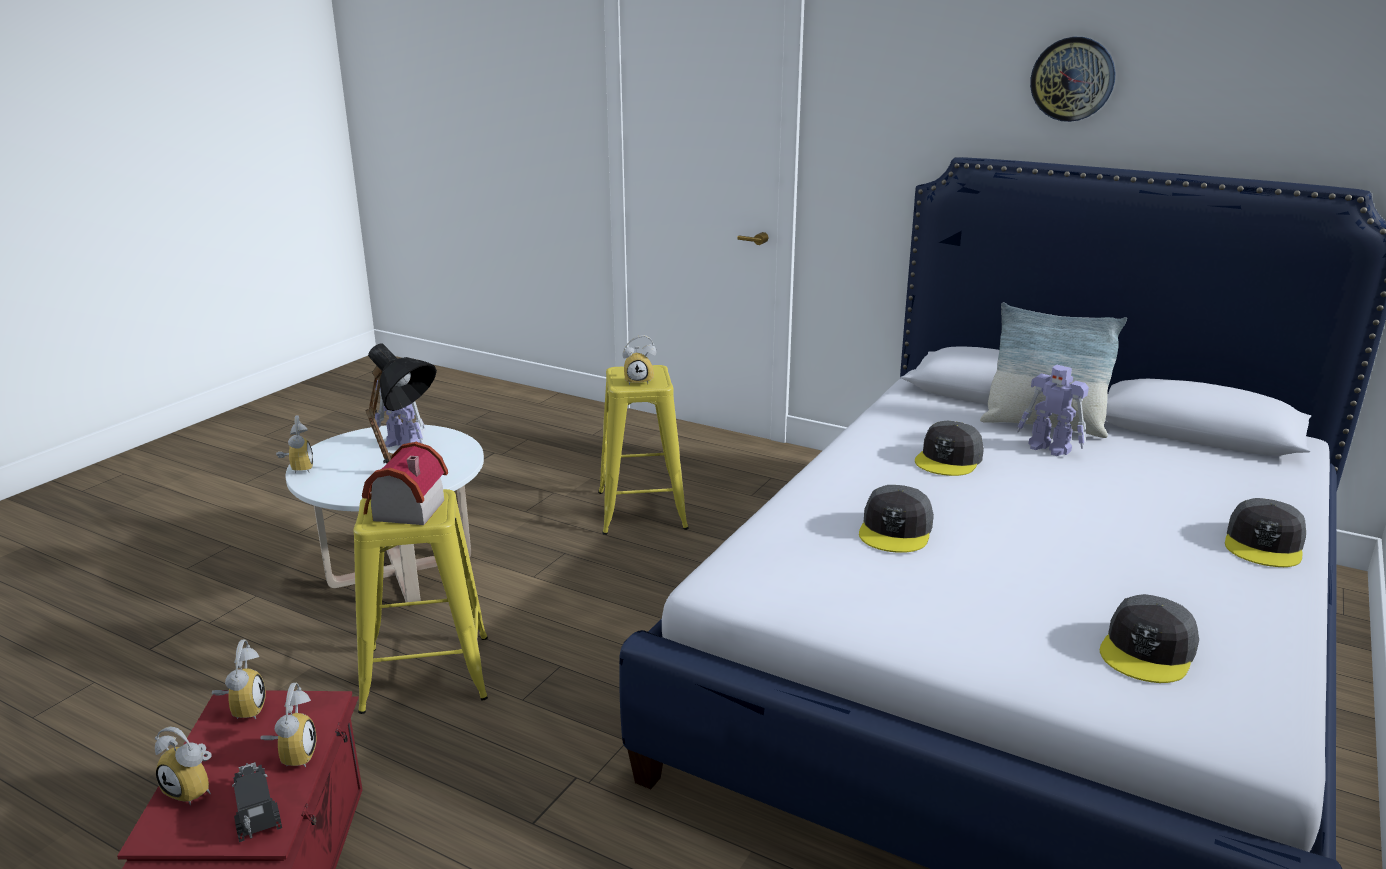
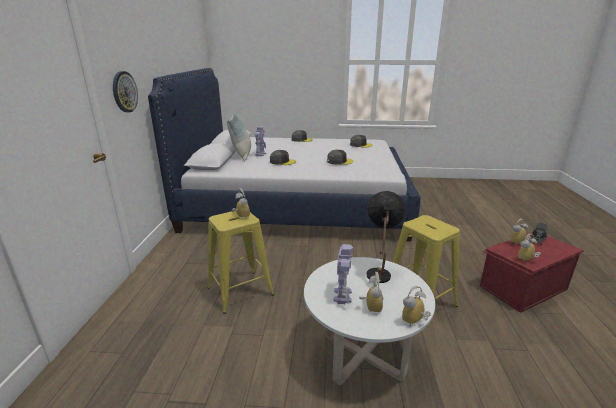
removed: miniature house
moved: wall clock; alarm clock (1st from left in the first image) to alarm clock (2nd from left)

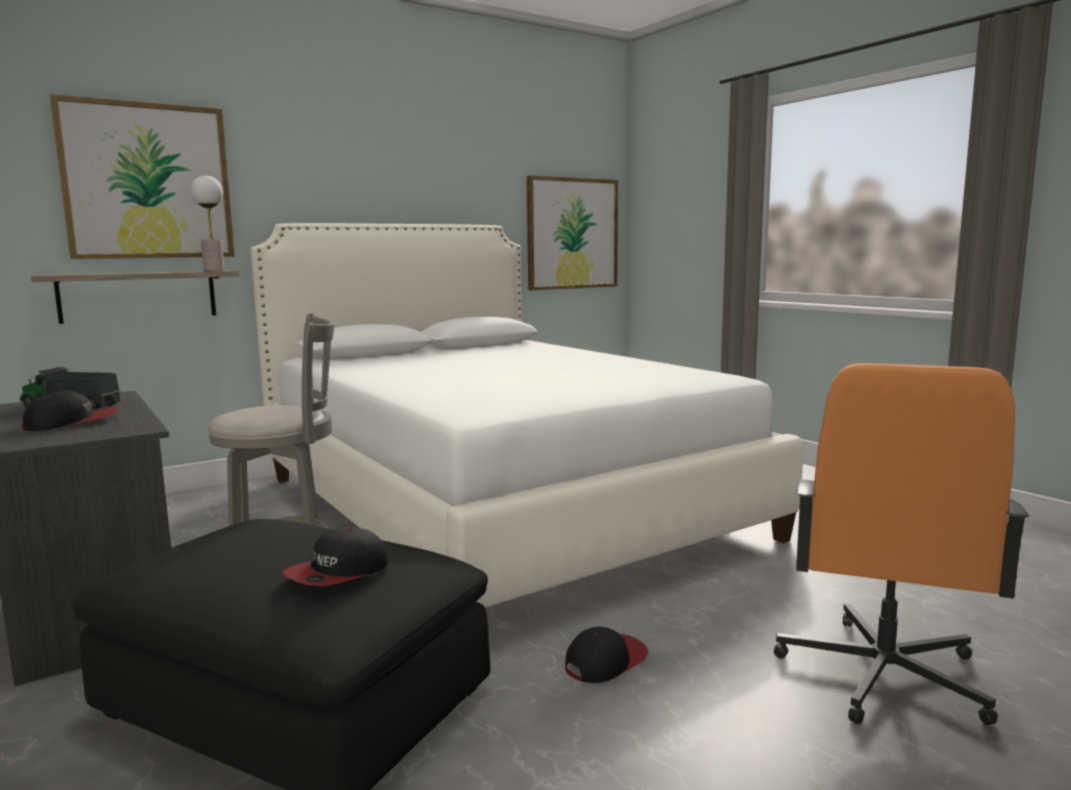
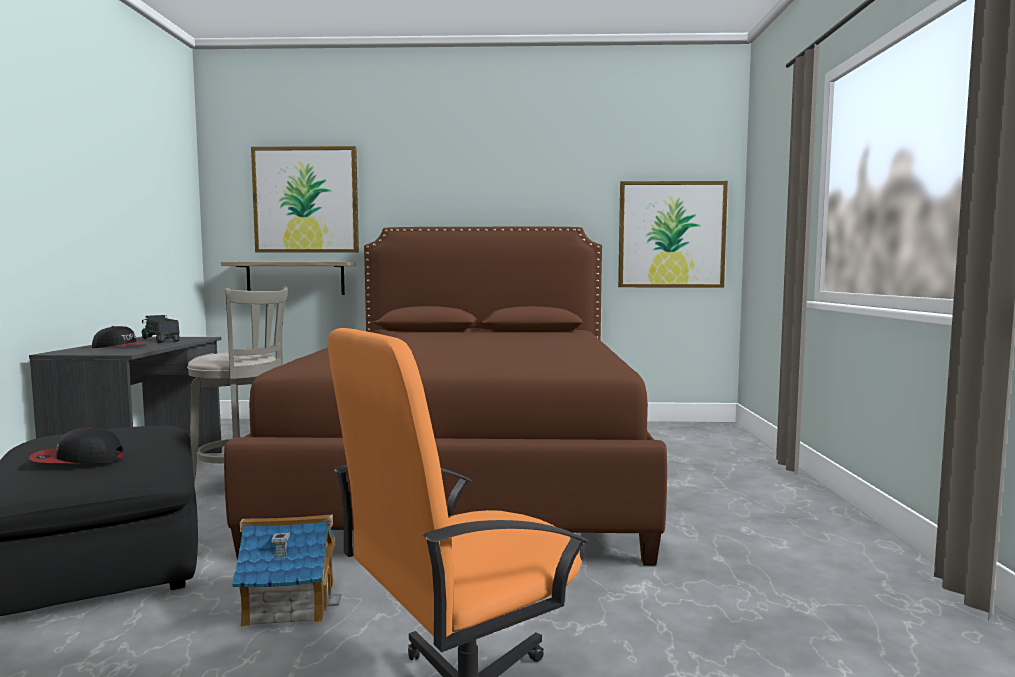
removed: table lamp
replaced: baseball cap (3rd from left) to miniature house
recoloured: whitish bed to brown-coloured bed

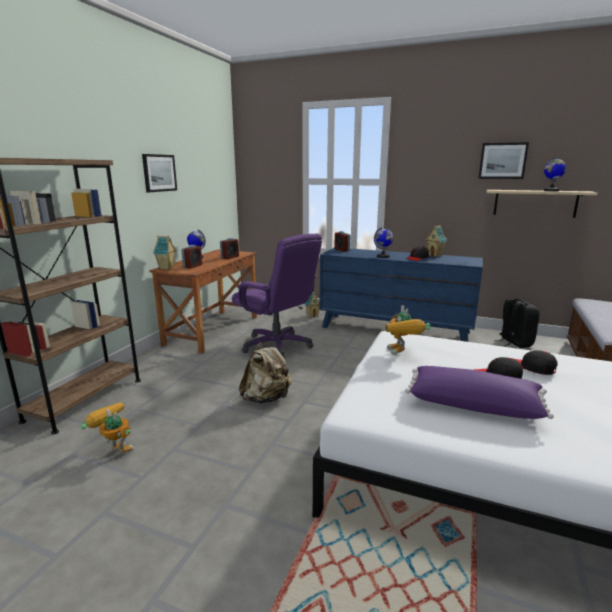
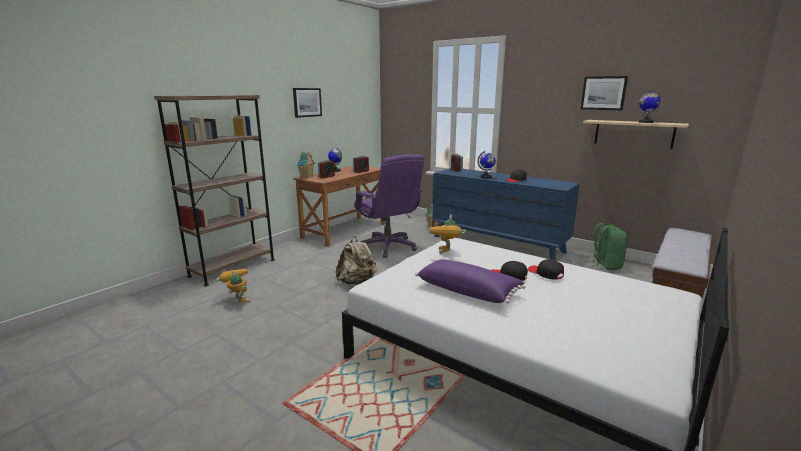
removed: miniature house (3rd from left)
recoloured: black backpack to green backpack

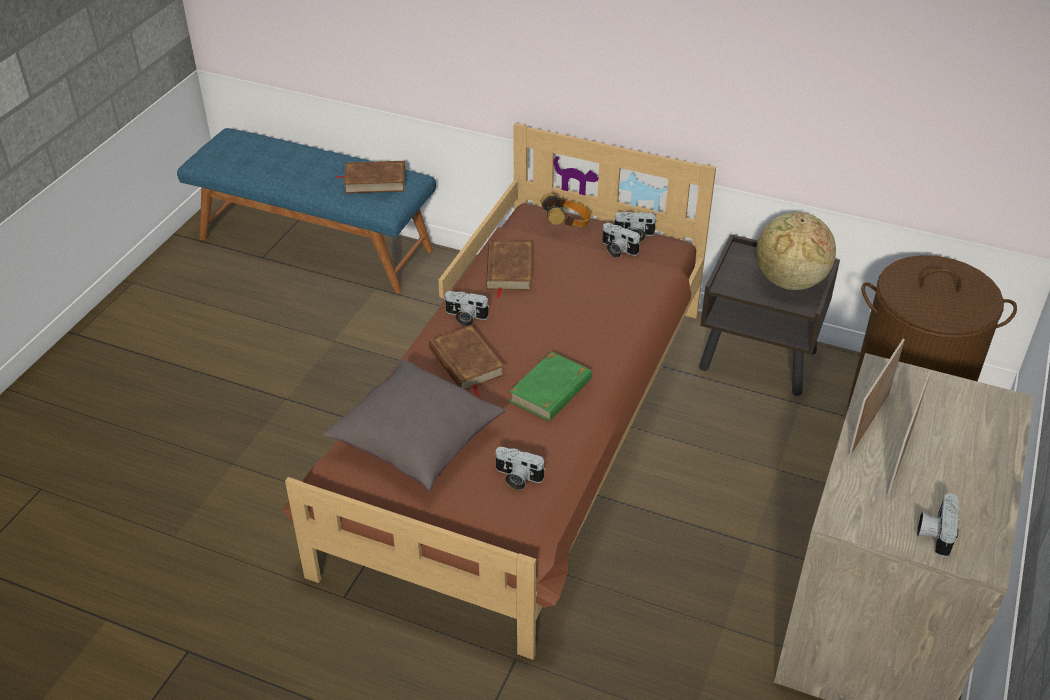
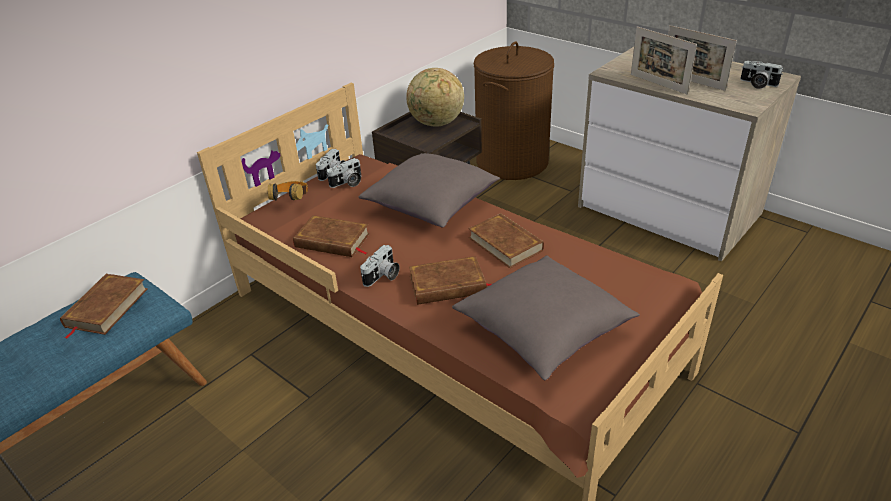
removed: photo camera (2nd from left)
added: grey cushion (1st from left)
recoloured: green volume to brown-coloured volume (4th from left)

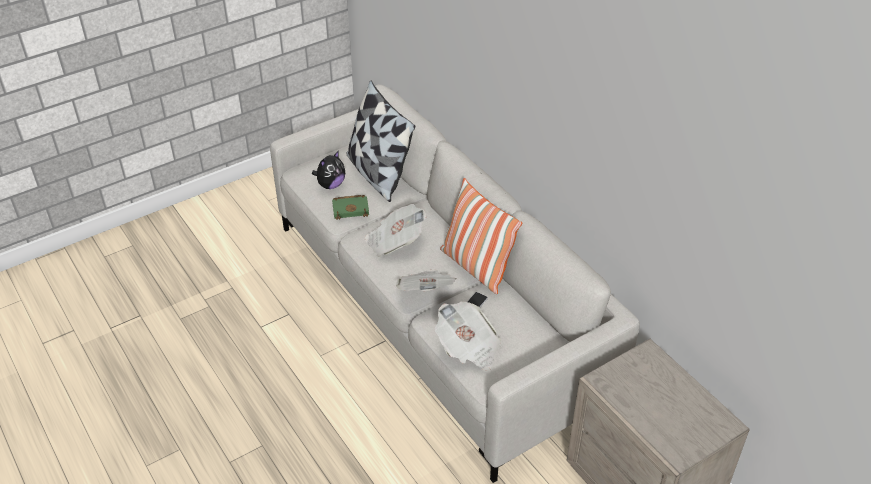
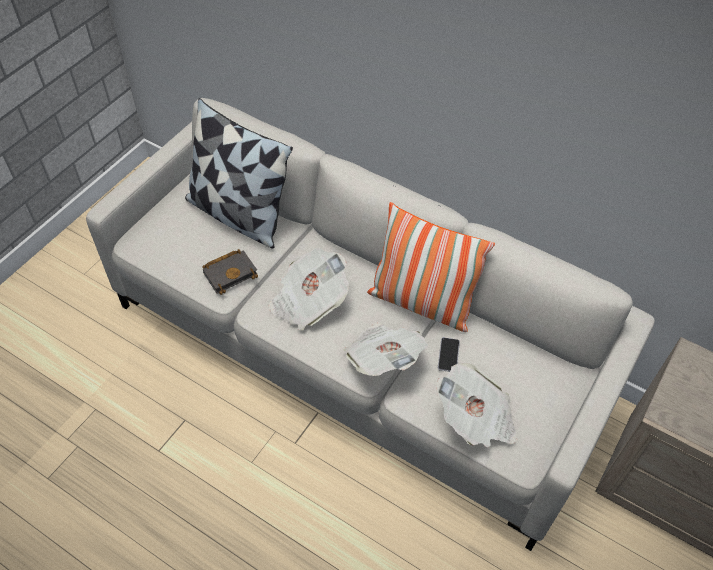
removed: soft toy
recoloured: green volume to black volume

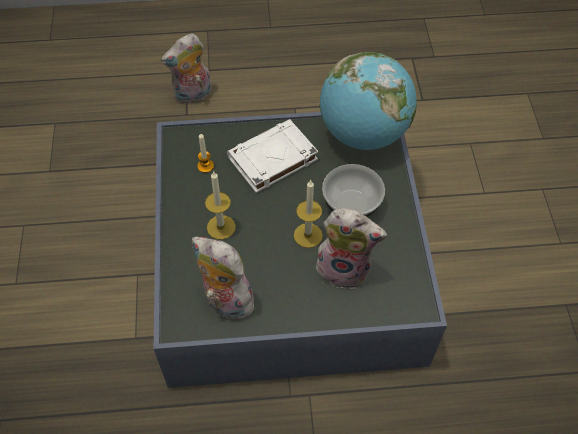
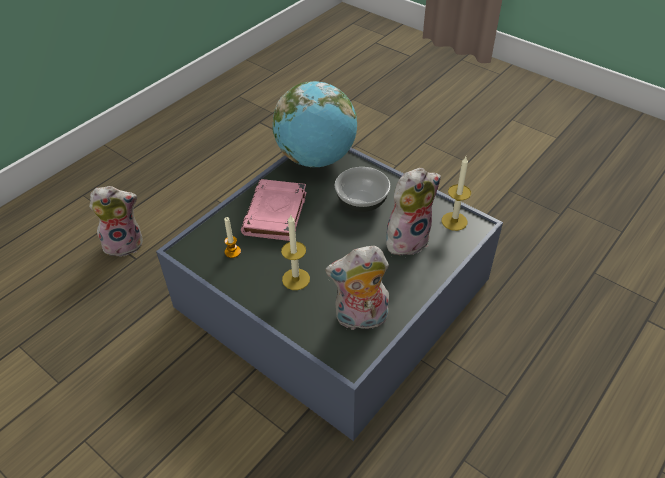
moved: wax candle (3rd from left)
recoloured: whitish volume to pinkish volume
turned: soft toy (1st from left) 120 degrees counterclockwise

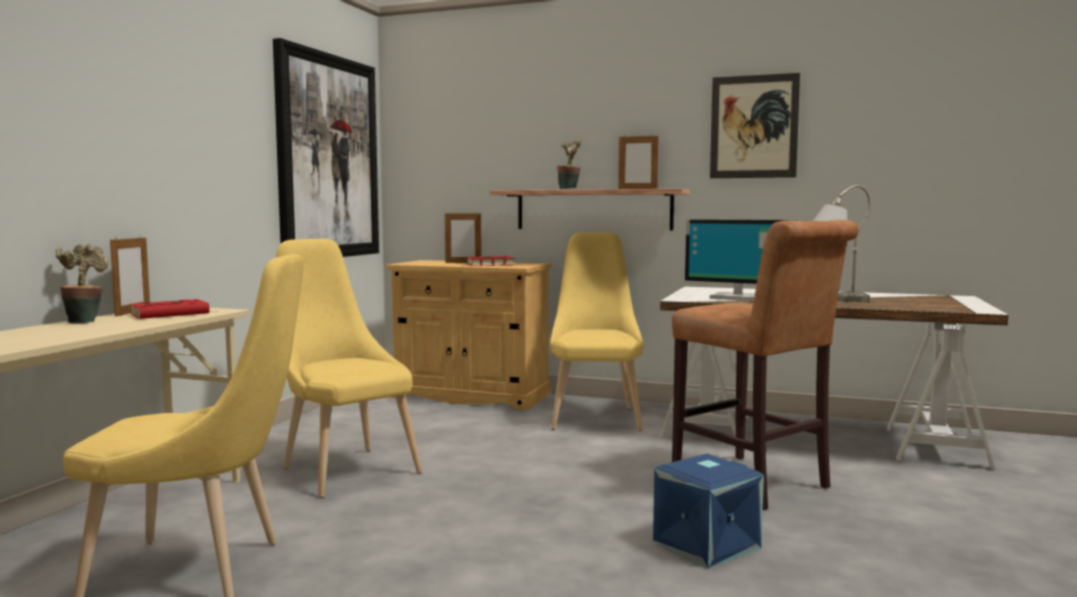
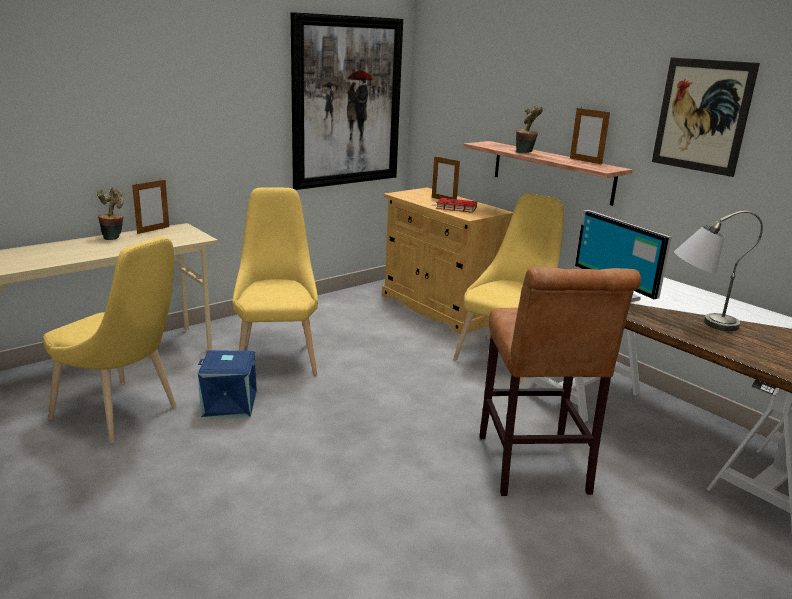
removed: reddish volume (1st from left)
moved: bluish storage box

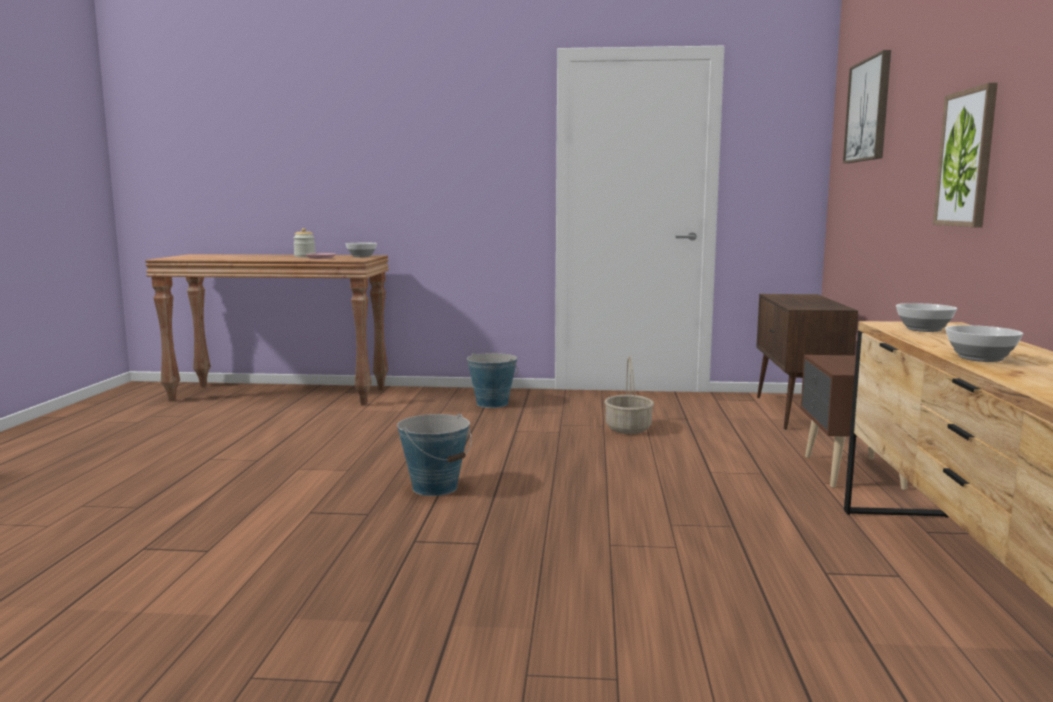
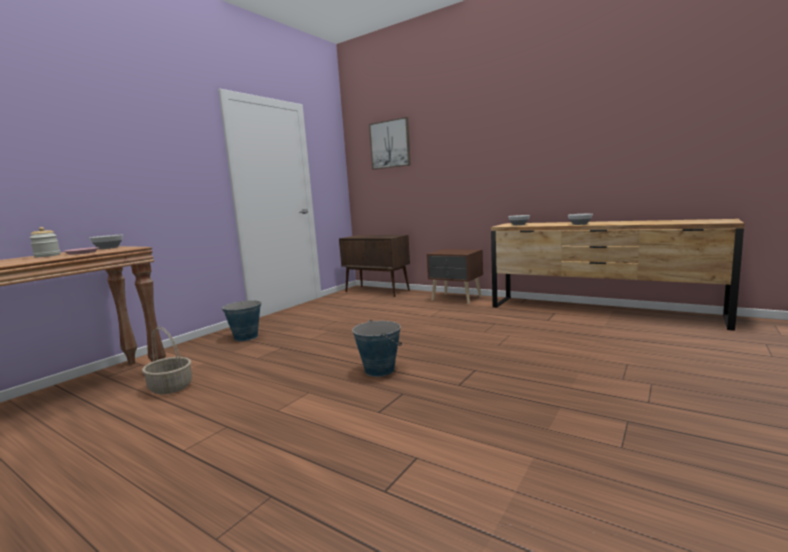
removed: wall art (2nd from left)
moved: storage basket

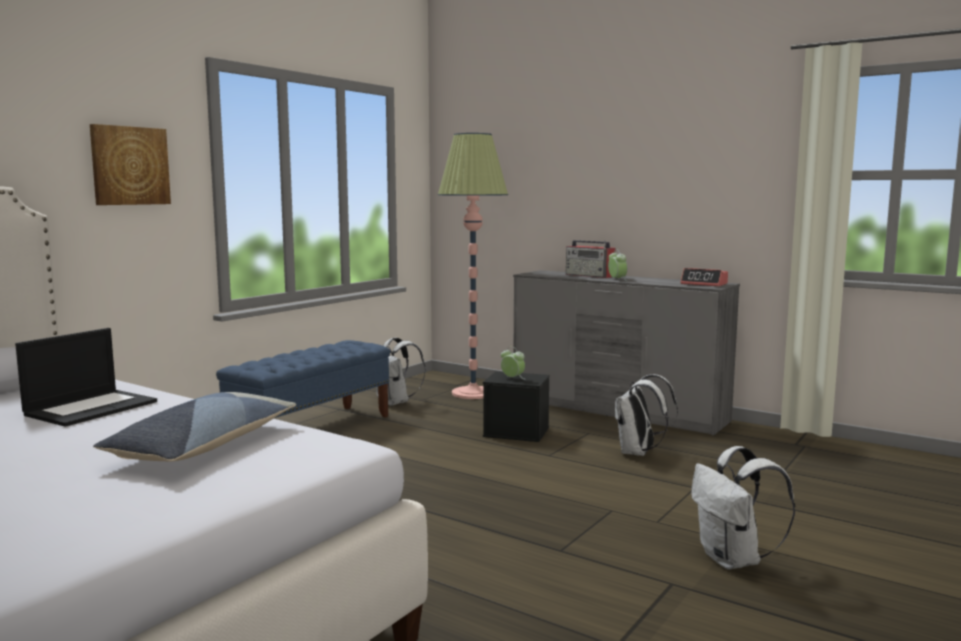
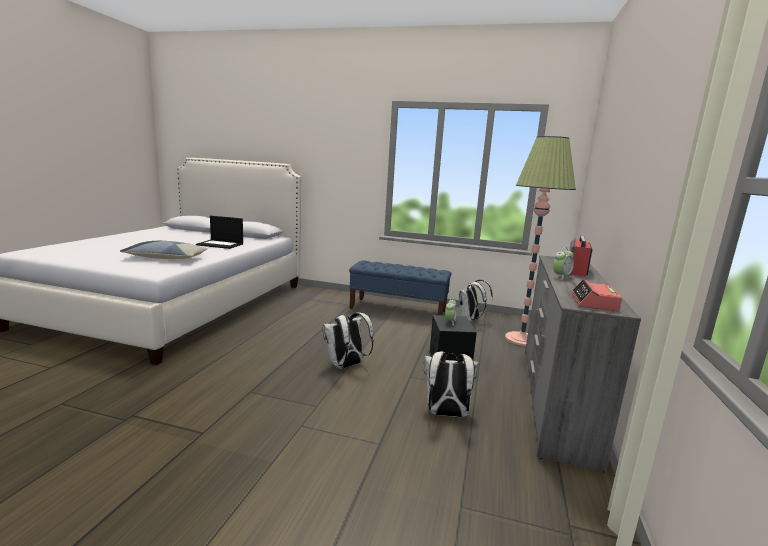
removed: wall art
moved: whitish backpack (3rd from left in the first image) to whitish backpack (1st from left)

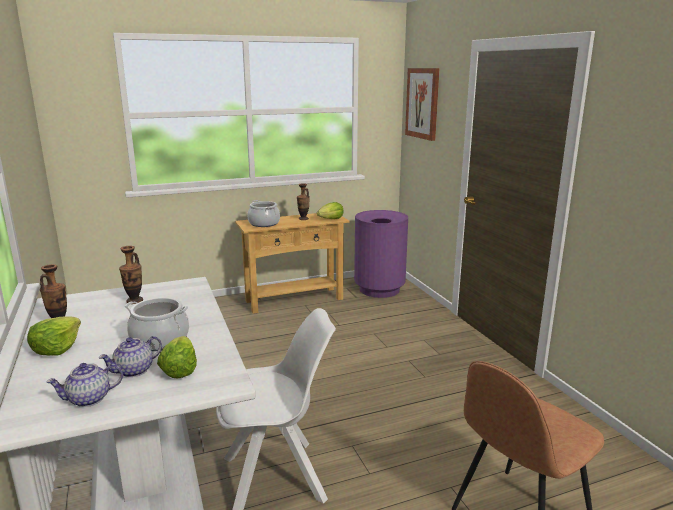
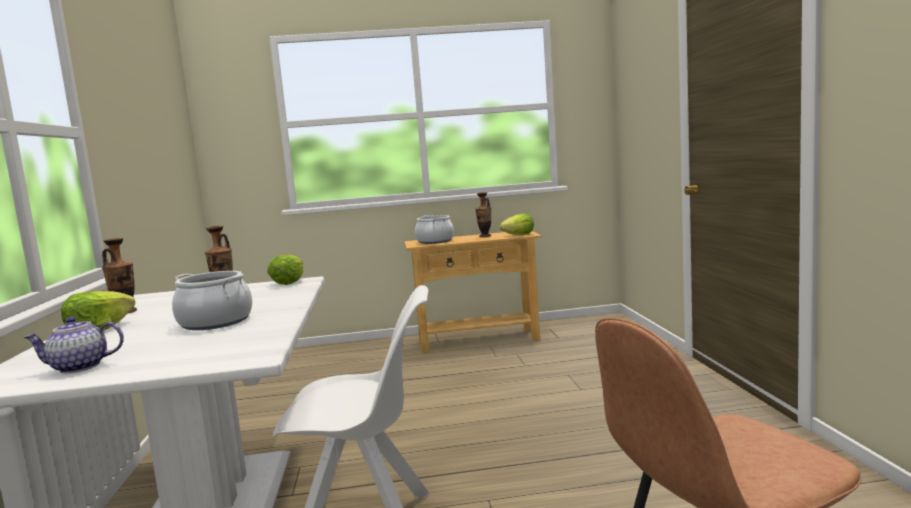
removed: wall art; purple waste bin; tea pot (2nd from left)
moved: lettuce (2nd from left)

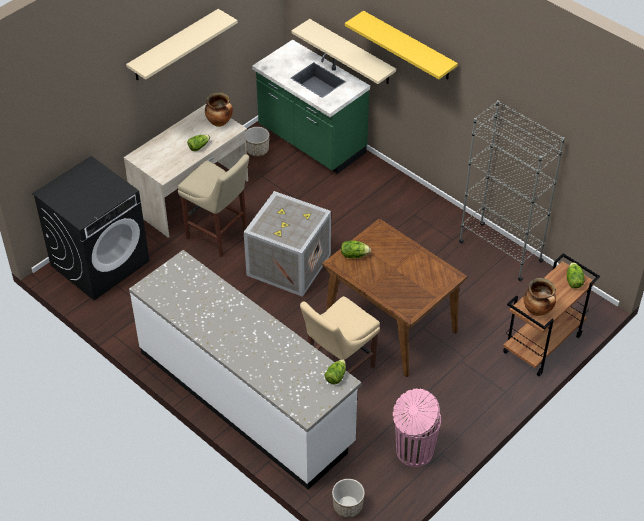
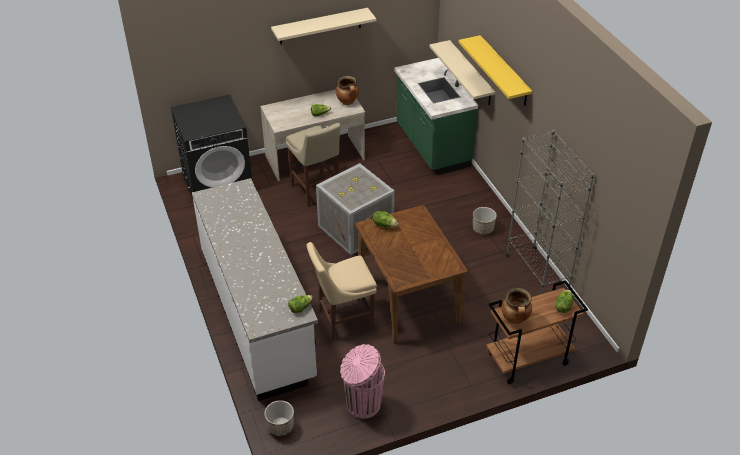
moved: flower pot (1st from left in the first image) to flower pot (2nd from left)

